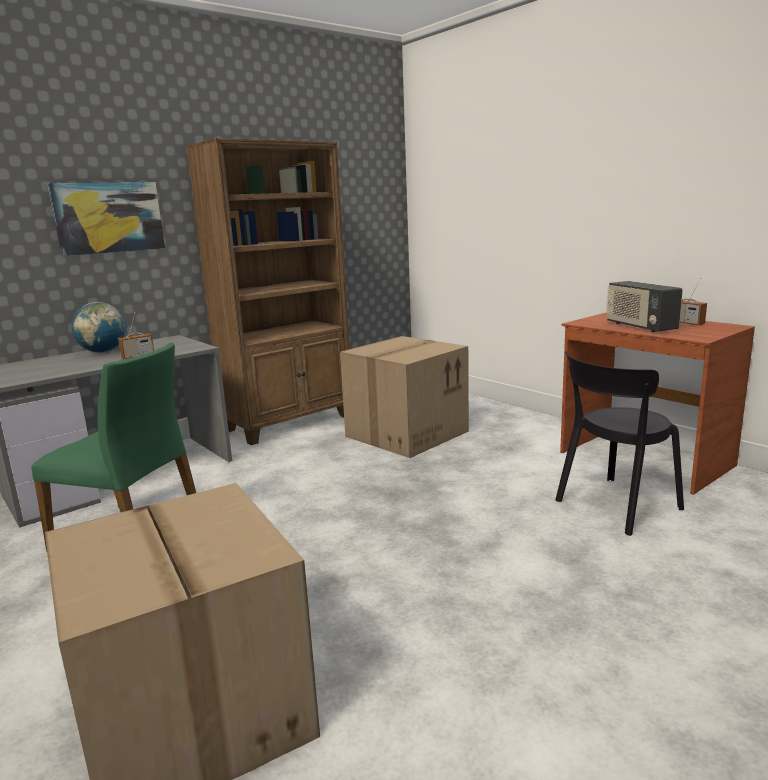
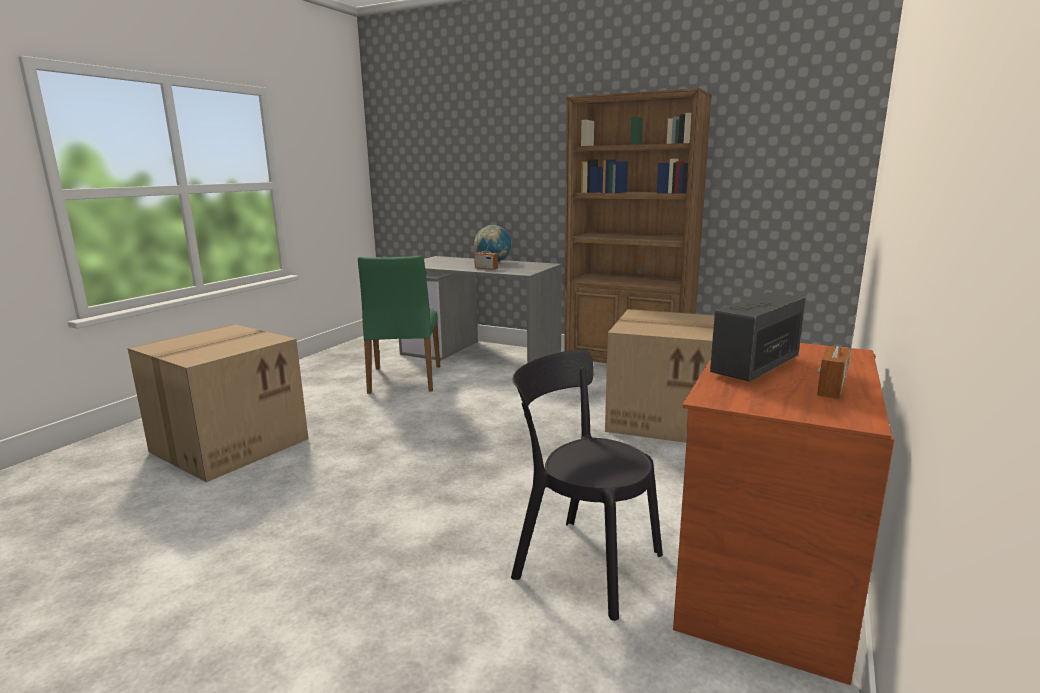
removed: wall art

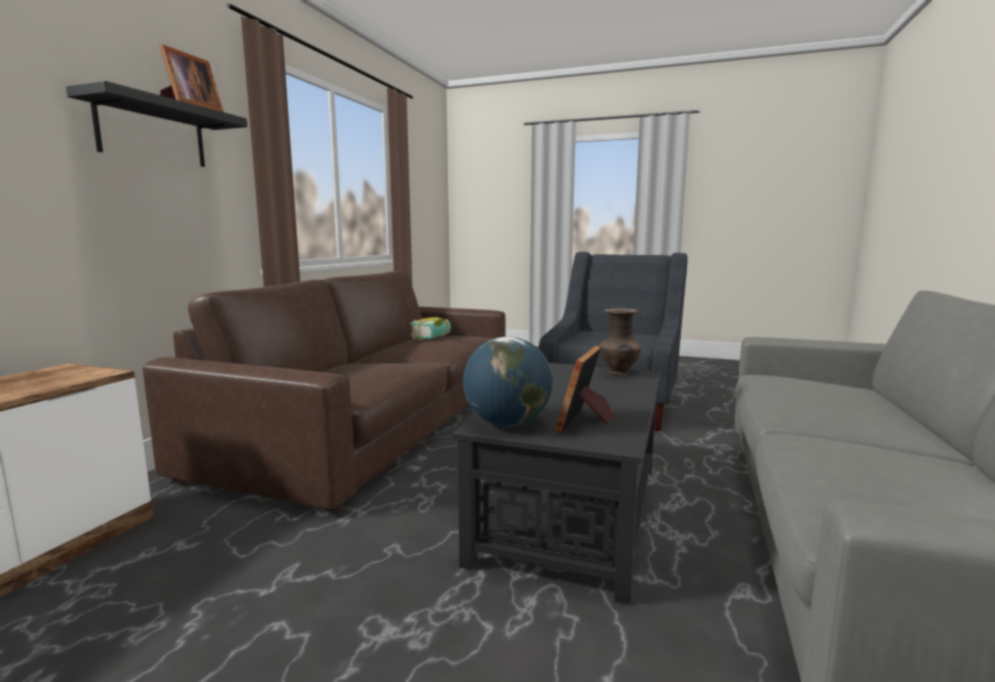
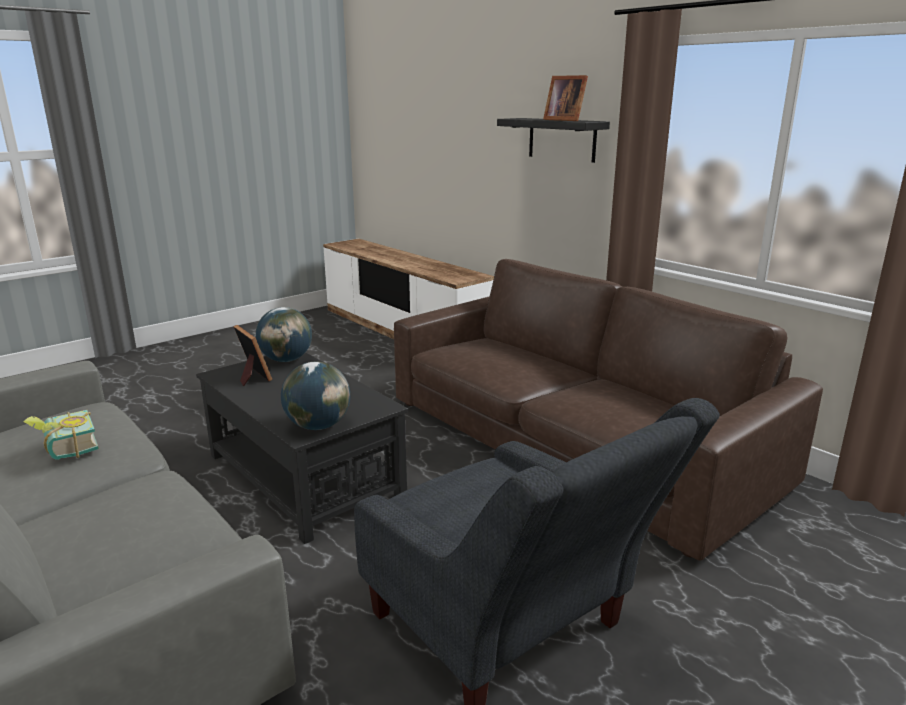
moved: volume
replaced: brown-coloured decorative vase to world globe (2nd from left)

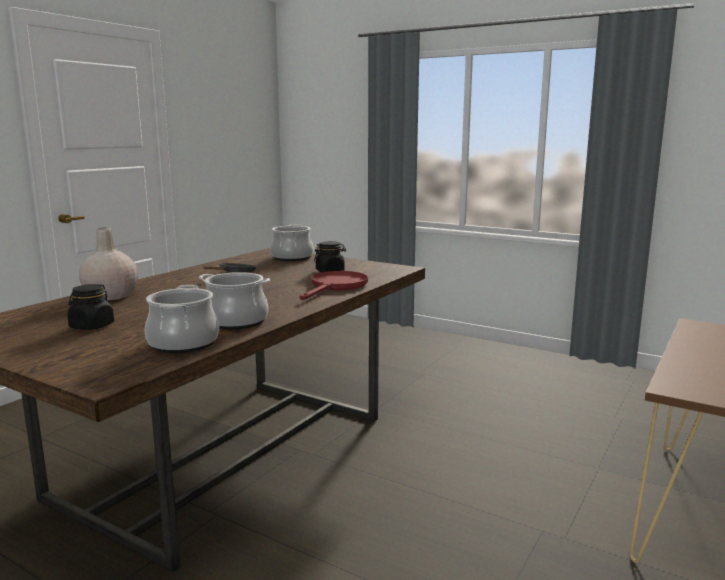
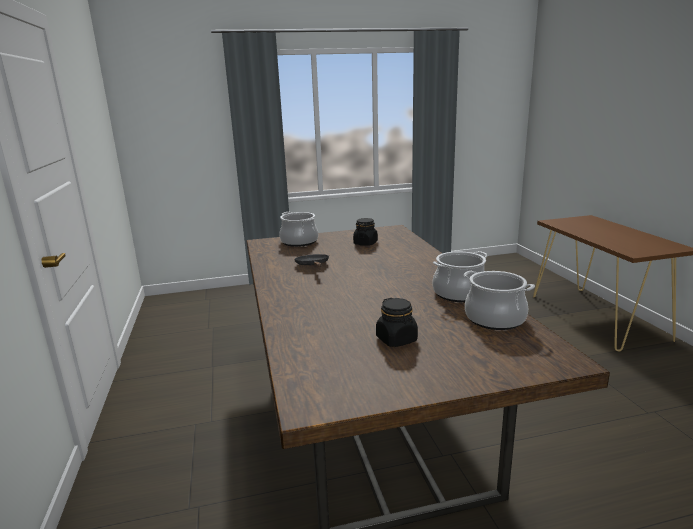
removed: sand-coloured decorative vase; reddish skillet

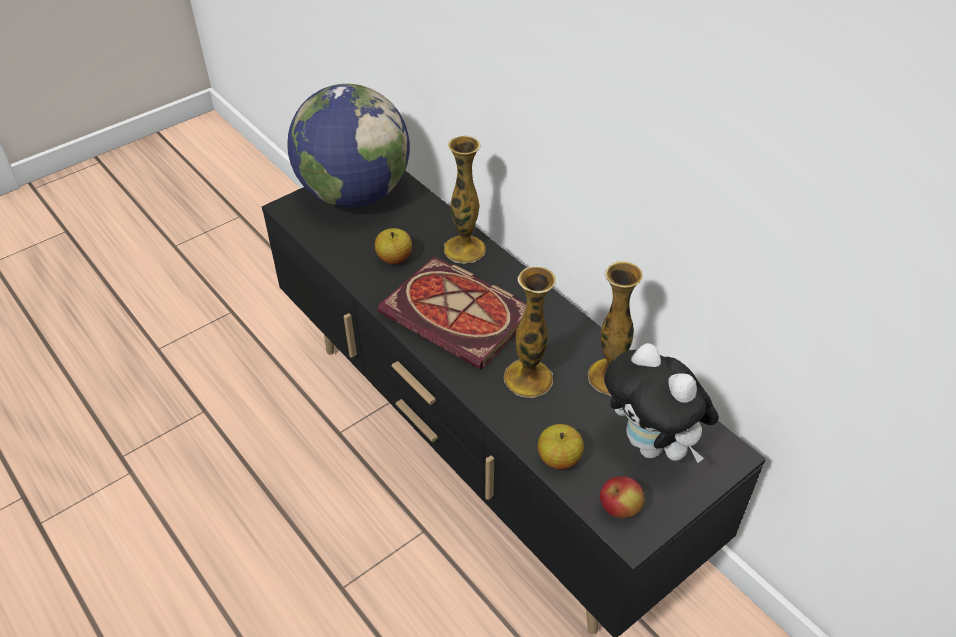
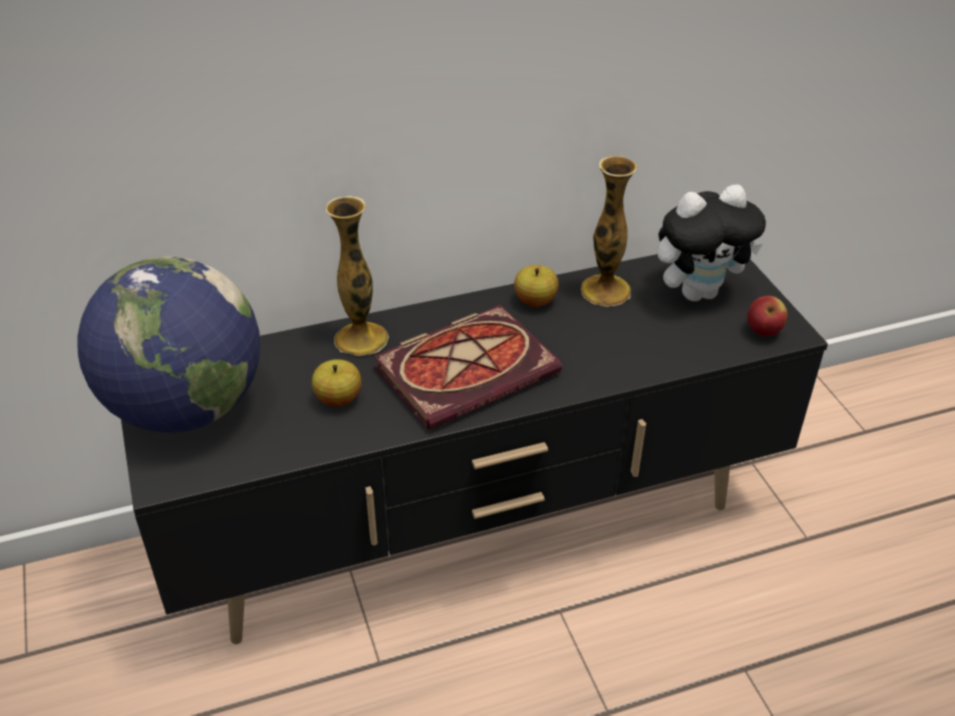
removed: decorative vase (2nd from left)
moved: apple fruit (2nd from left)

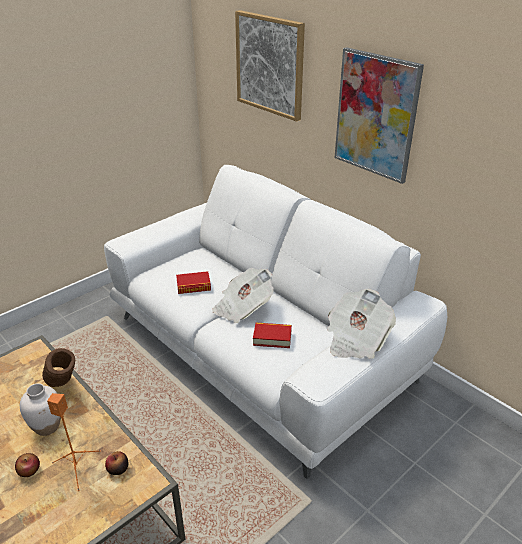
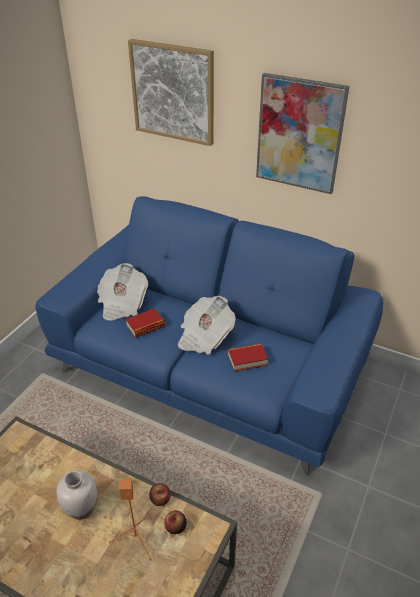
removed: brown-coloured decorative vase
moved: printed paper (2nd from left in the first image) to printed paper (1st from left); apple fruit (1st from left)
recoloured: whitish sofa to bluish sofa

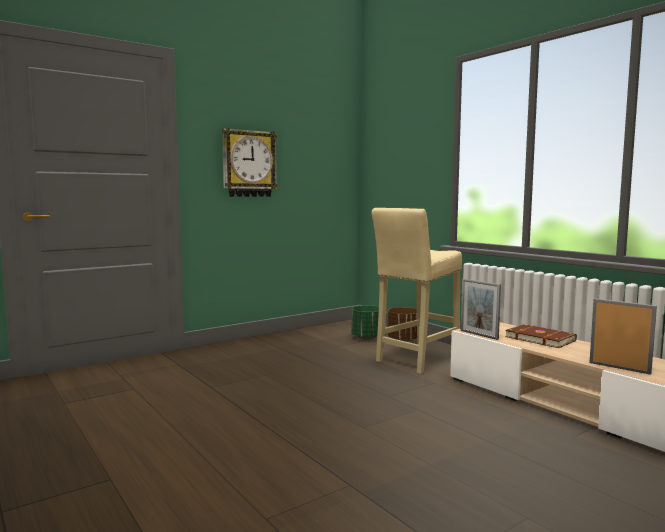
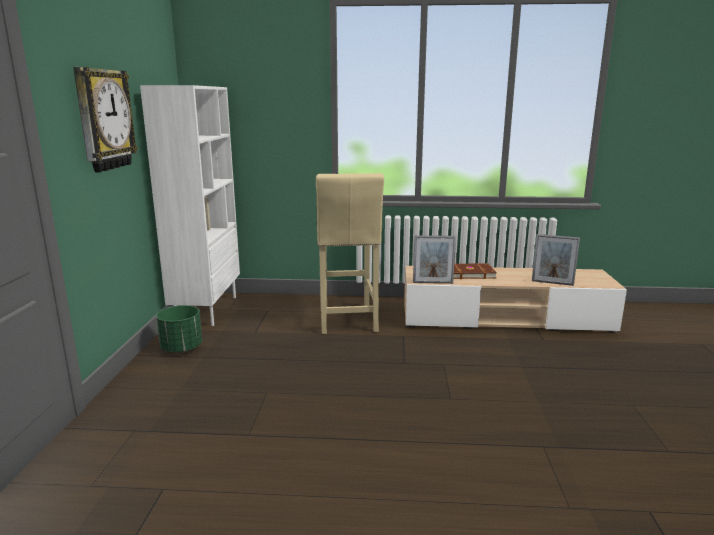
removed: brown-coloured flower pot
added: whitish bookshelf
moved: green flower pot
turned: picture frame (2nd from left) 150 degrees counterclockwise

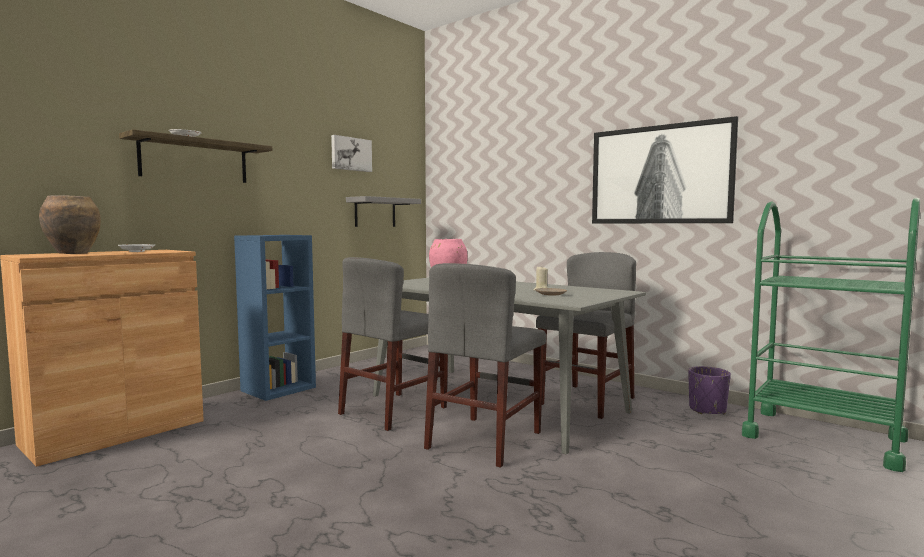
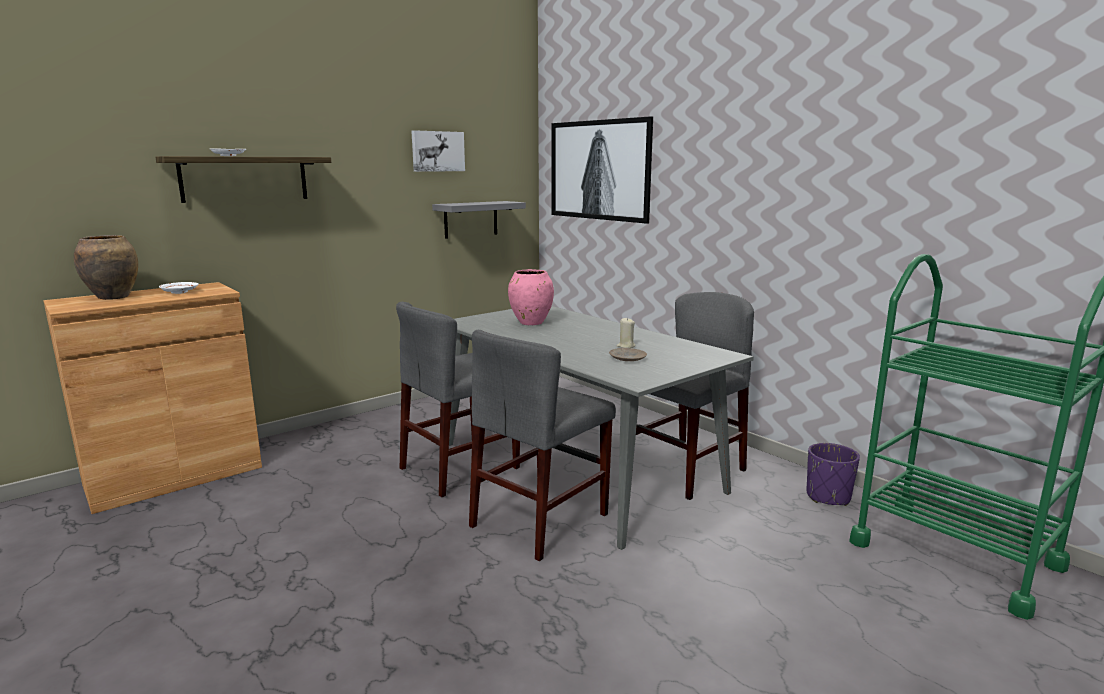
removed: bluish bookshelf
moved: wall art (2nd from left)

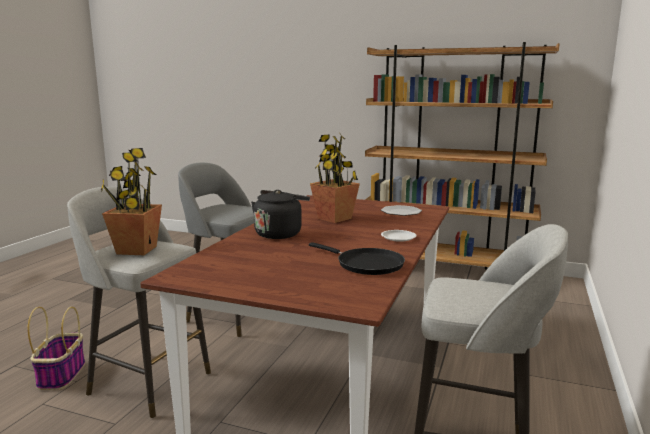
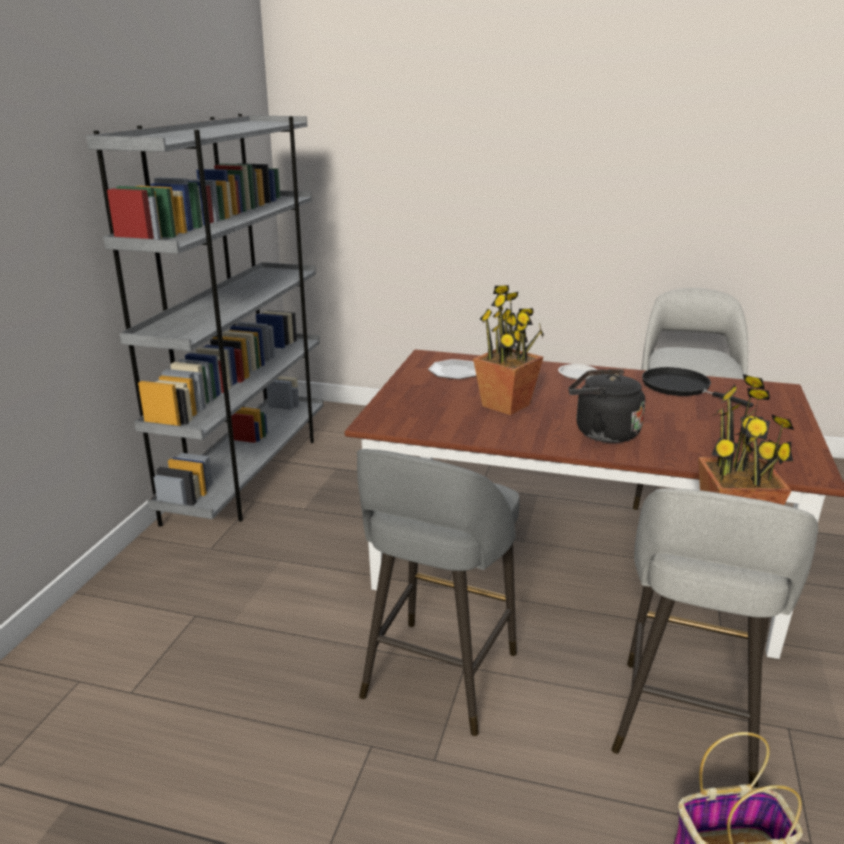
recoloured: brown-coloured bookshelf to grey bookshelf
turned: black skillet 75 degrees counterclockwise

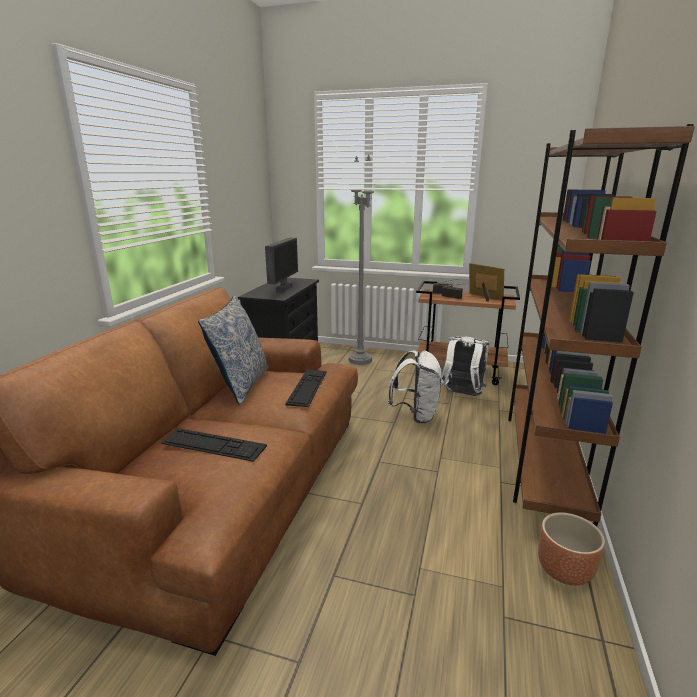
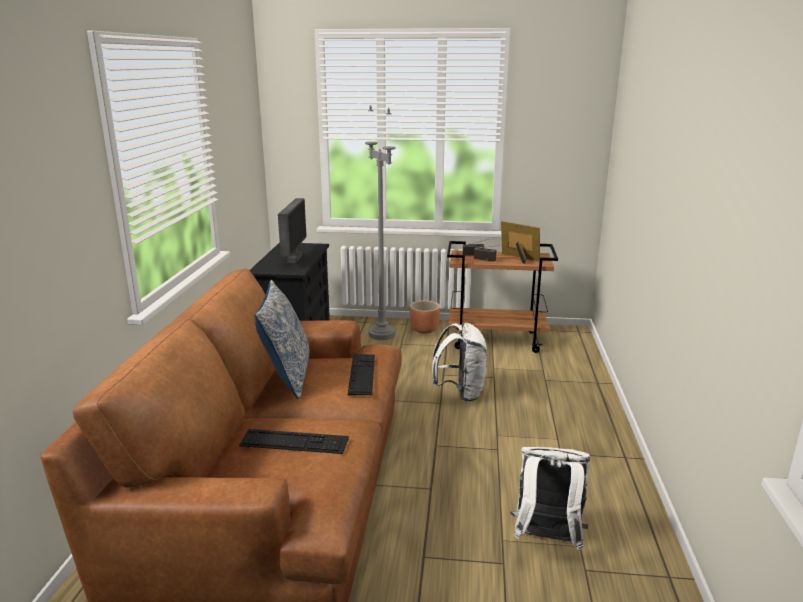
removed: brown-coloured bookshelf
moved: whitish backpack (2nd from left); brown-coloured flower pot

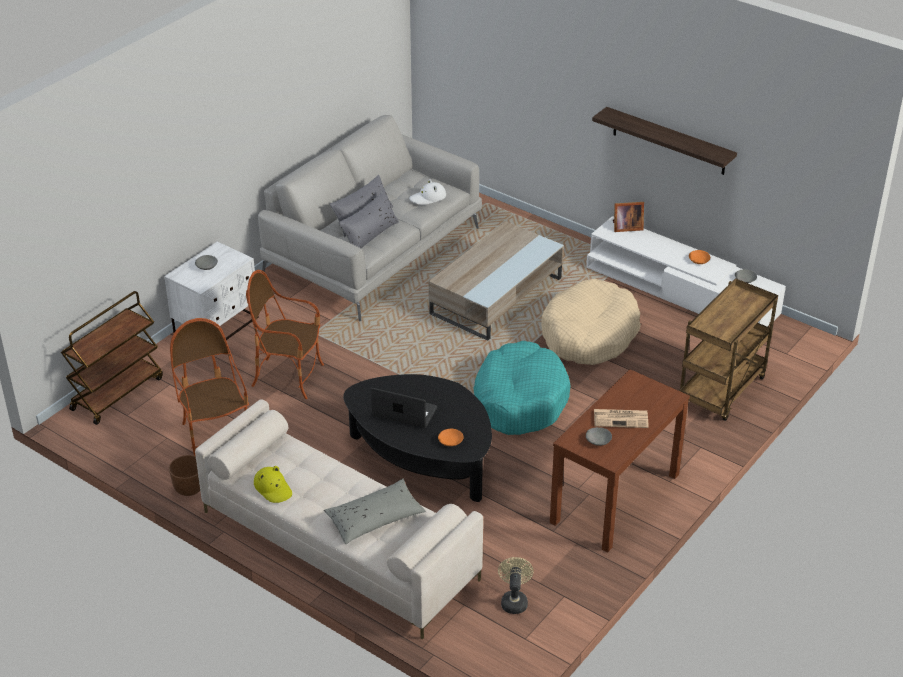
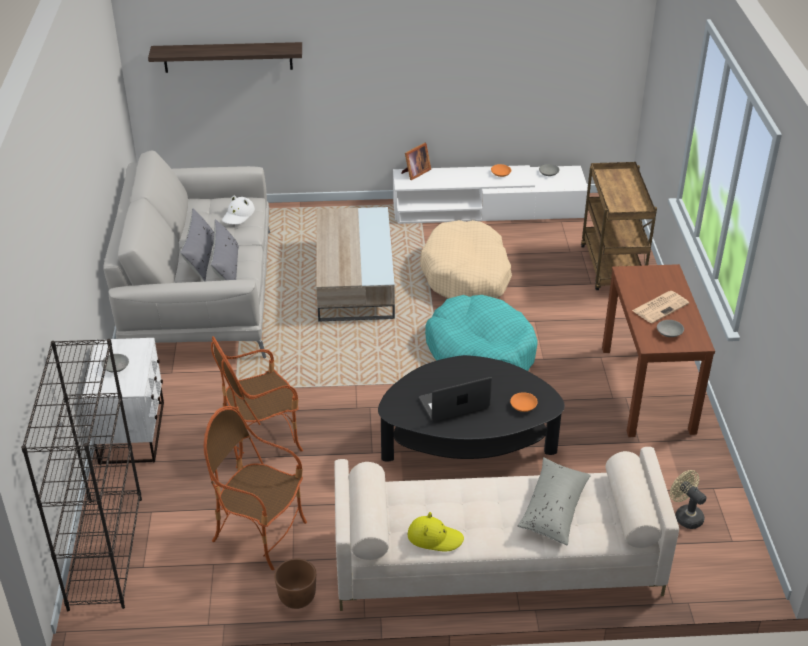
moved: bracket shelf
replaced: brown-coloured wheeled cart (1st from left) to black bookshelf

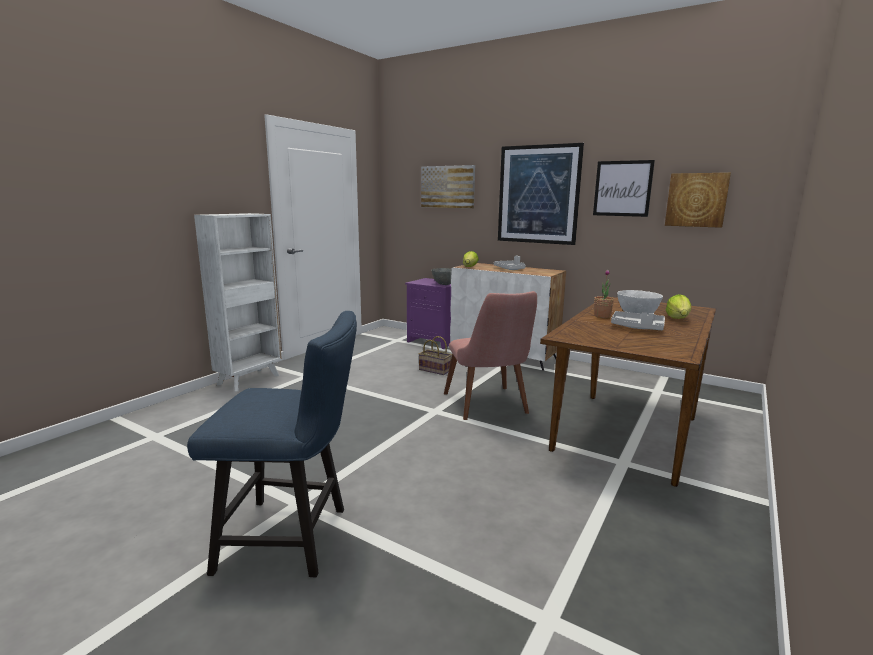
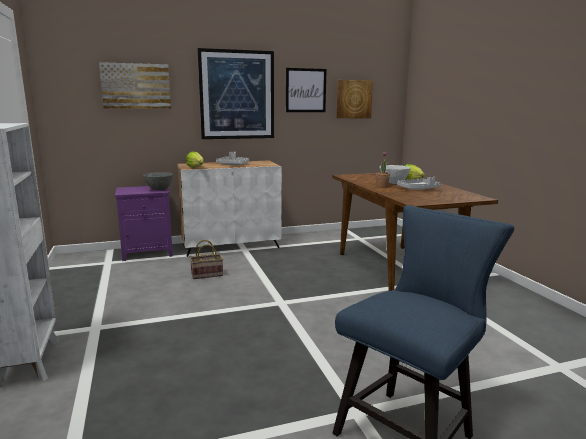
removed: pinkish upright chair

